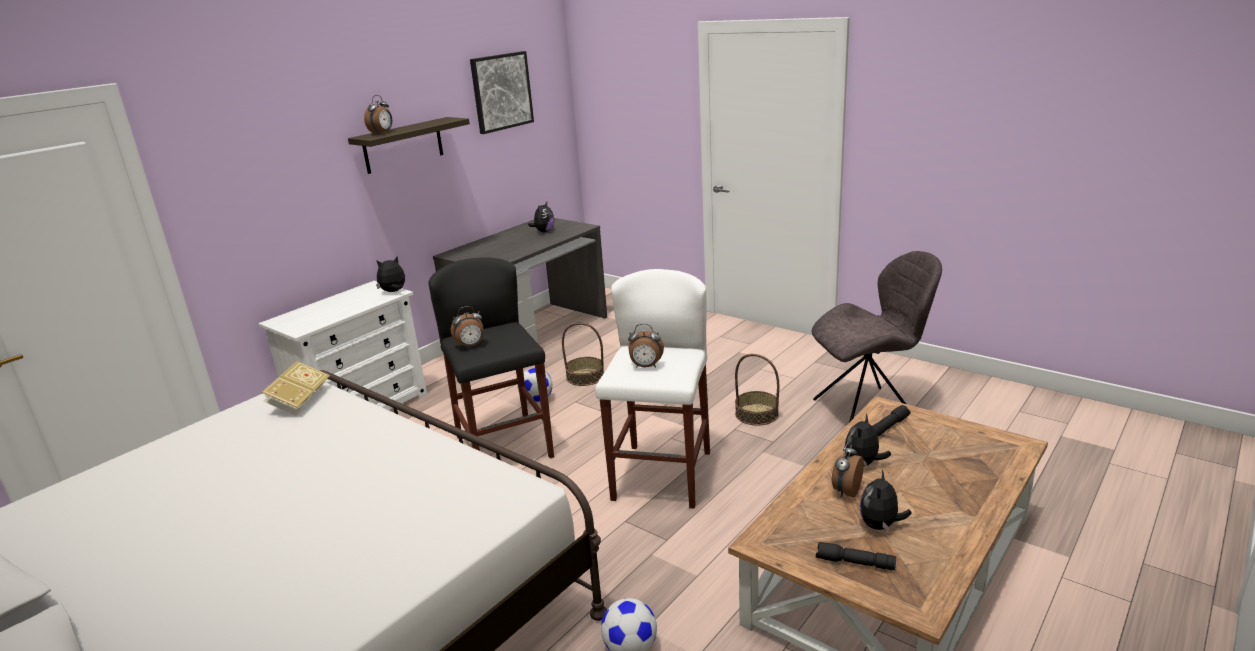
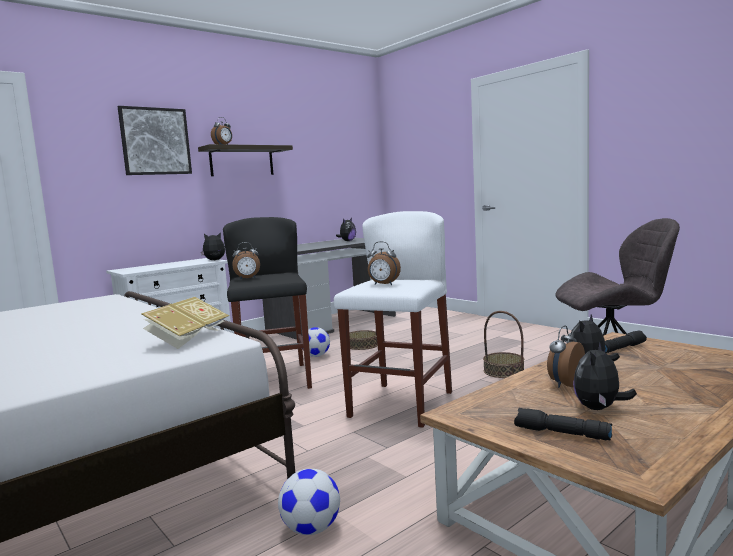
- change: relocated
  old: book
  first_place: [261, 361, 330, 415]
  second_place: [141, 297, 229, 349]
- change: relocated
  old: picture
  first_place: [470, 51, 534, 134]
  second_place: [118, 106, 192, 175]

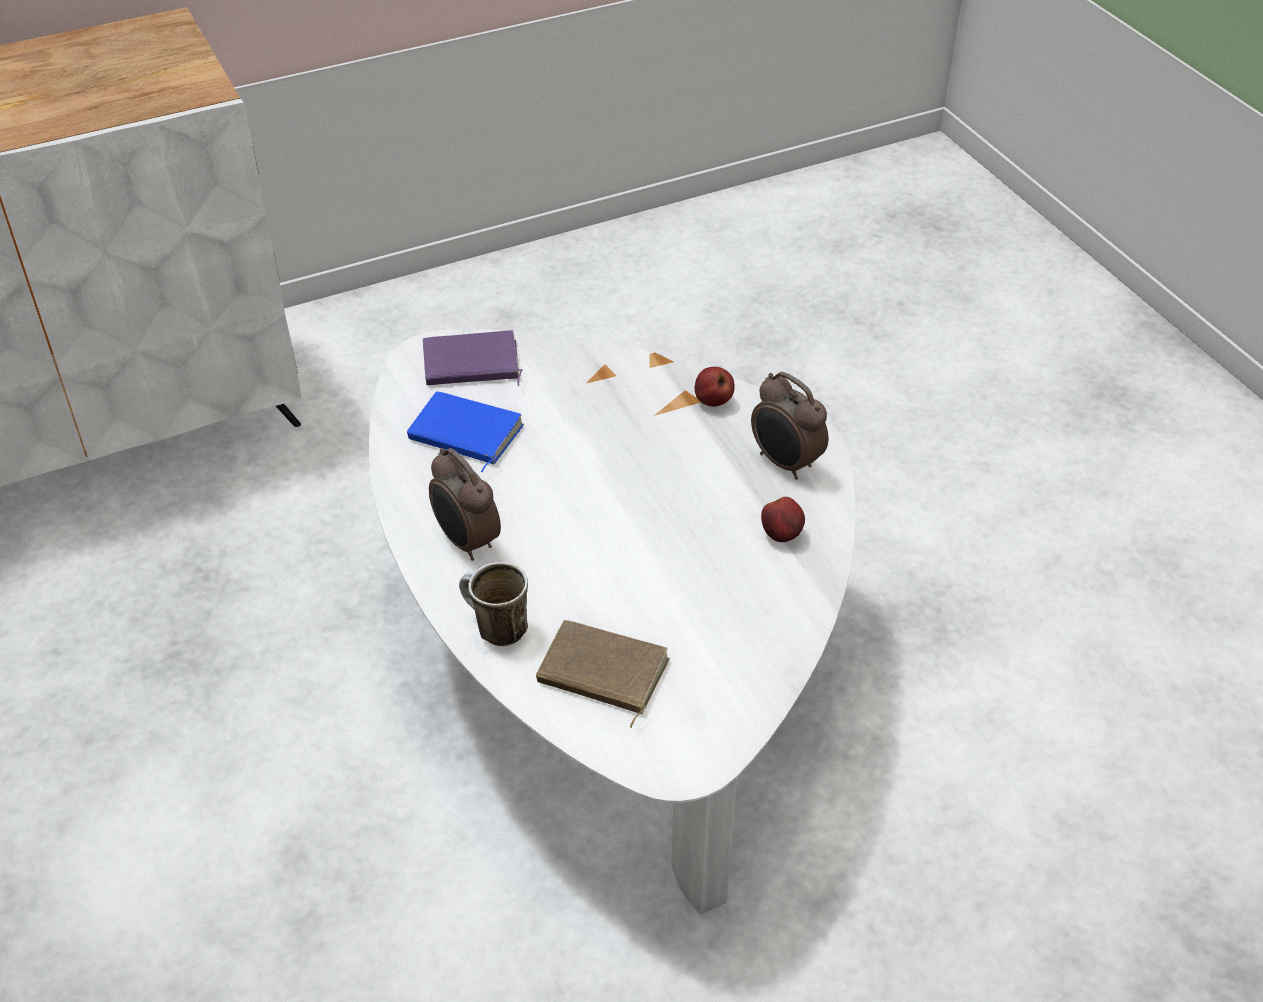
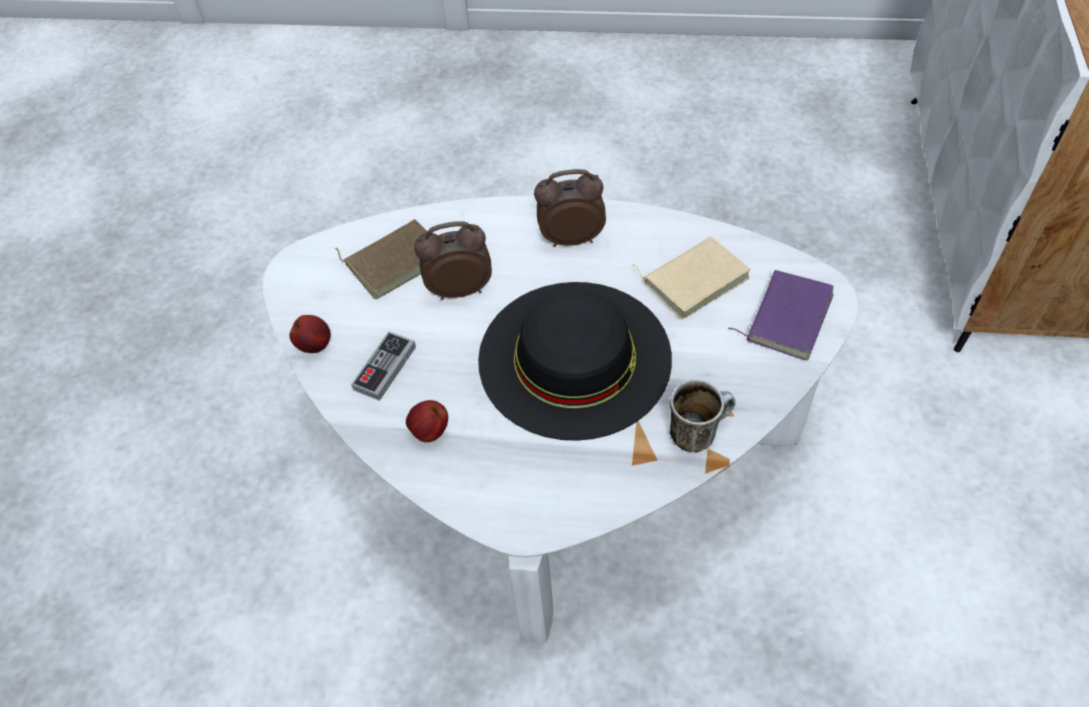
- change: colour
  old: blue_book
  new: beige_book
  first_place: [407, 392, 524, 472]
  second_place: [633, 237, 750, 319]
- change: relocated
  old: mug
  first_place: [459, 562, 528, 646]
  second_place: [670, 379, 735, 452]
- change: relocated
  old: apple
  first_place: [695, 367, 735, 407]
  second_place: [289, 315, 331, 353]
- change: relocated
  old: alarm_clock
  first_place: [751, 372, 828, 480]
  second_place: [414, 221, 492, 300]
- change: appeared
  new: game_controller
  second_place: [351, 331, 416, 401]
- change: appeared
  new: black_hat
  second_place: [478, 282, 672, 441]

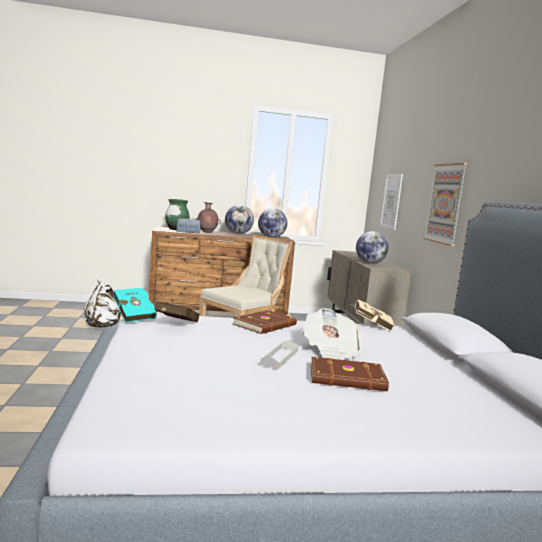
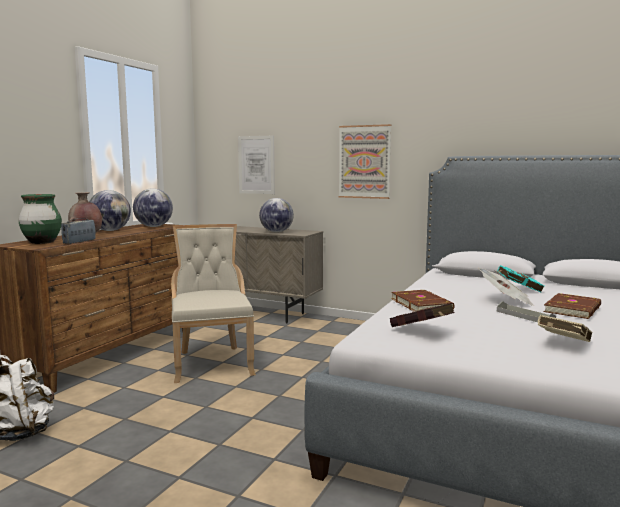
- change: relocated
  old: turquoise_book
  first_place: [113, 288, 157, 323]
  second_place: [495, 265, 545, 292]
- change: relocated
  old: beige_book
  first_place: [351, 299, 394, 331]
  second_place: [538, 315, 592, 342]

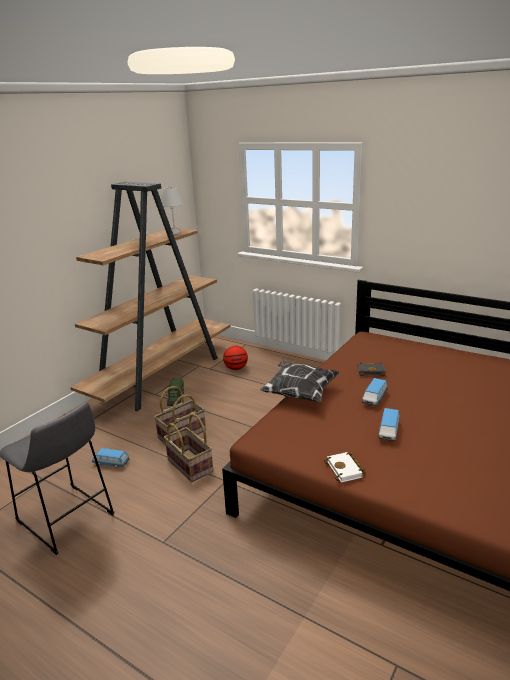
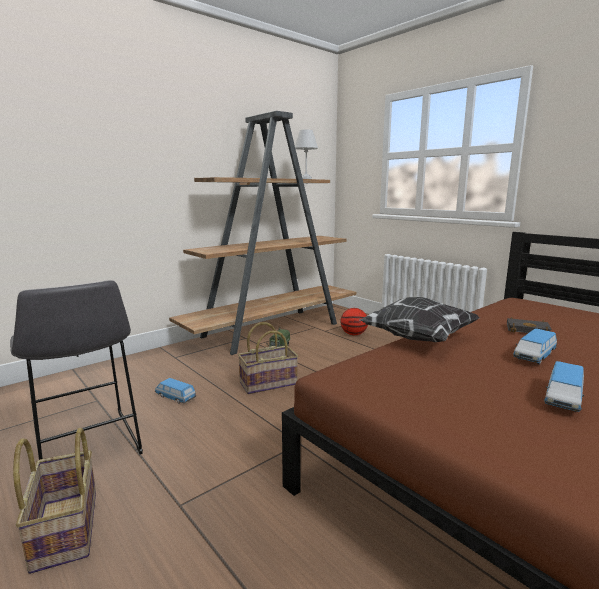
- change: relocated
  old: basket
  first_place: [164, 414, 213, 482]
  second_place: [13, 428, 96, 574]
- change: missing
  old: white_book
  first_place: [324, 452, 366, 483]

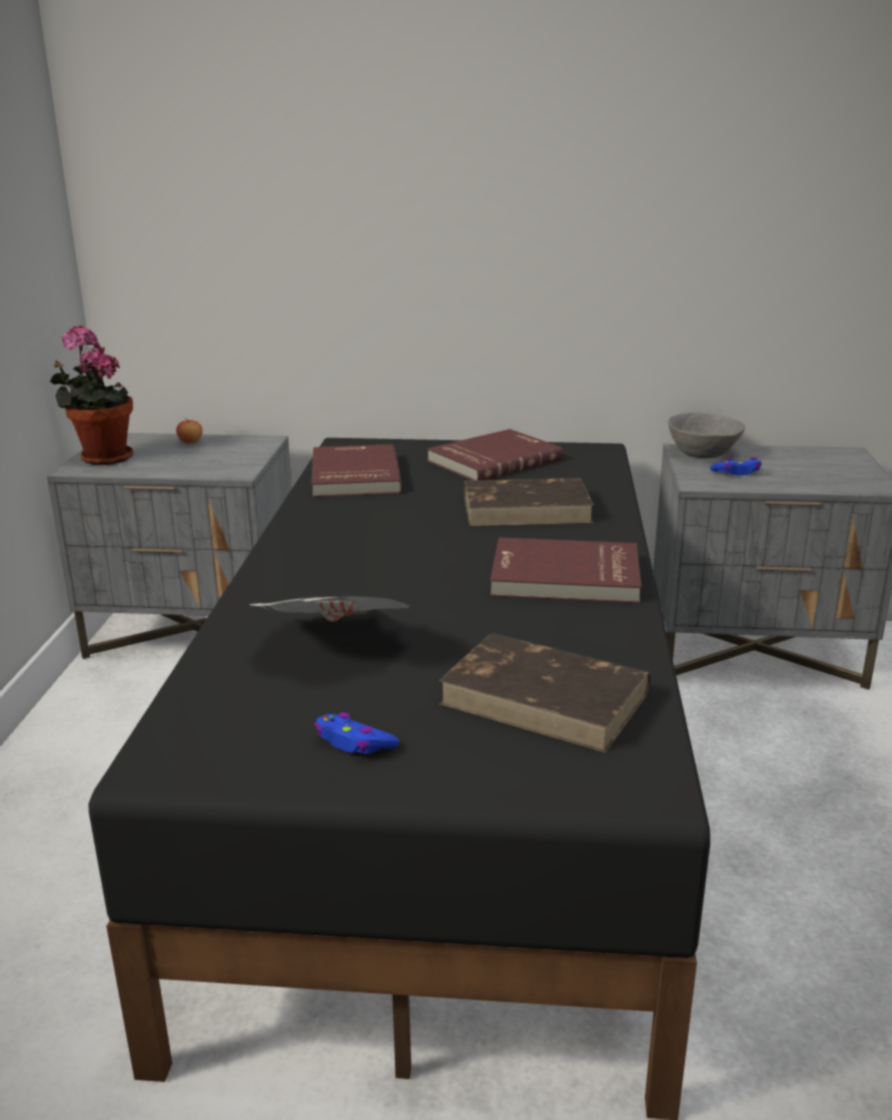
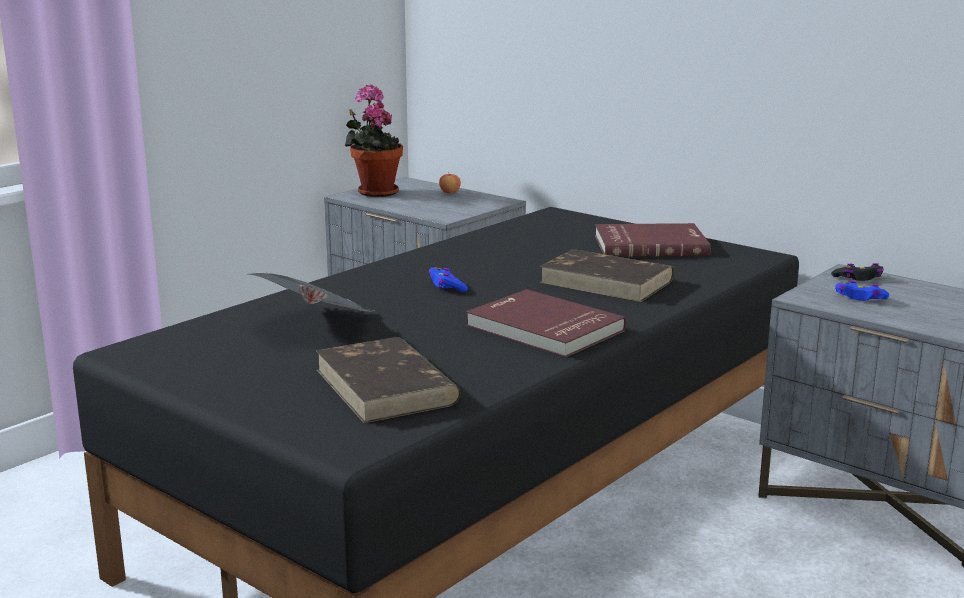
- change: missing
  old: red_book
  first_place: [312, 444, 402, 497]
- change: relocated
  old: blue_game_controller
  first_place: [314, 712, 399, 754]
  second_place: [429, 267, 468, 292]
- change: exchanged
  old: grey_bowl
  new: black_game_controller
  first_place: [668, 412, 745, 459]
  second_place: [831, 263, 884, 281]

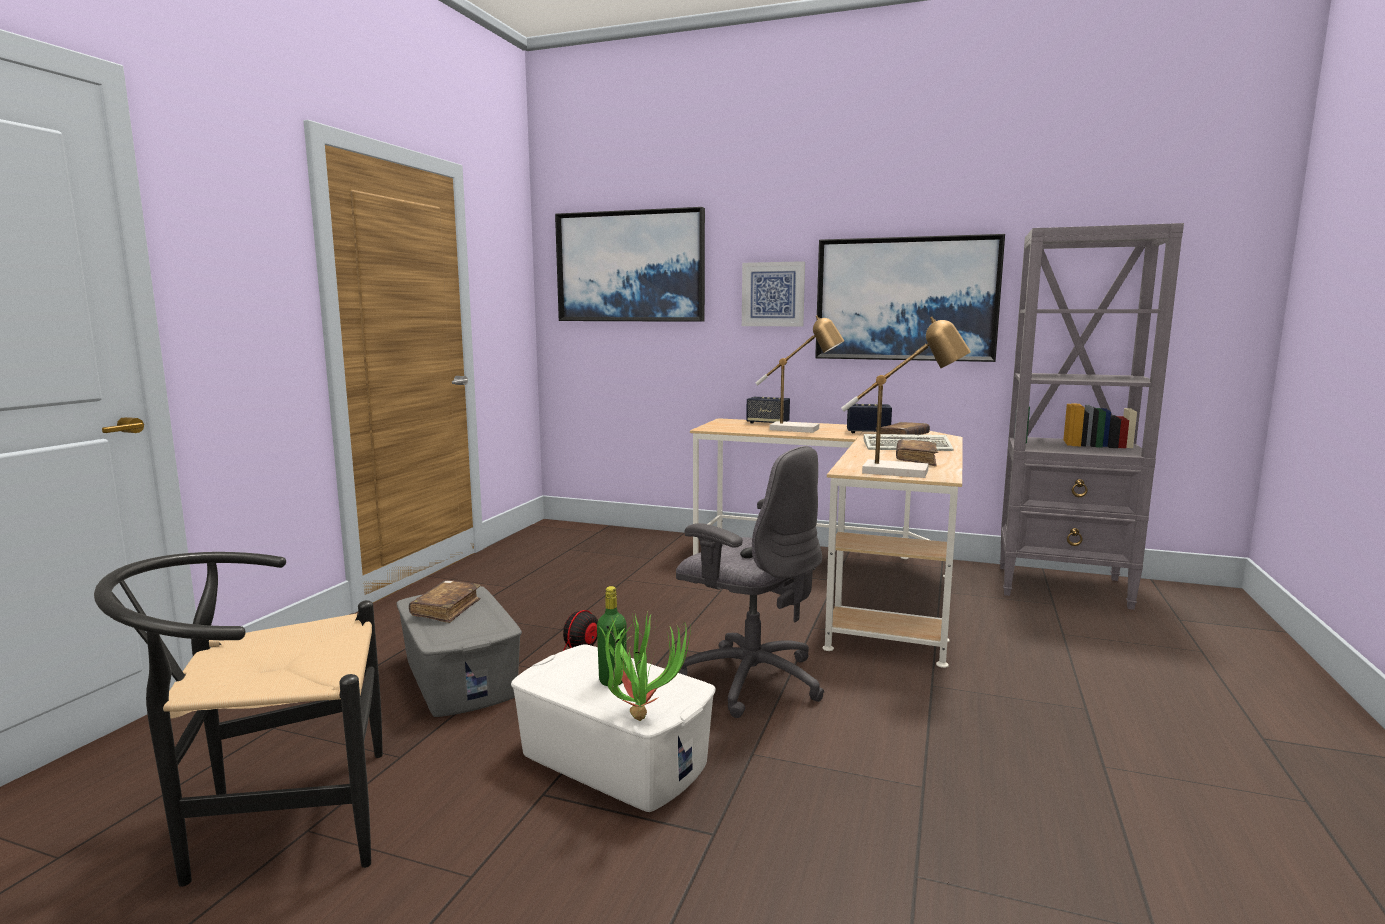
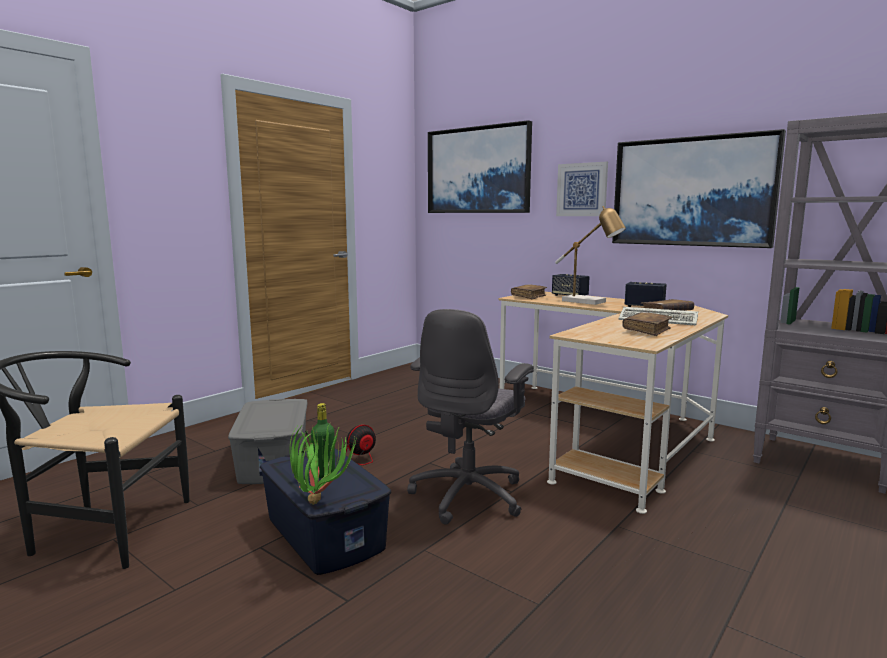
- change: relocated
  old: brown_book
  first_place: [409, 580, 481, 623]
  second_place: [511, 284, 547, 299]
- change: colour
  old: white_storage_box
  new: blue_storage_box
  first_place: [511, 645, 716, 812]
  second_place: [260, 448, 391, 575]
- change: spun
  old: grey_office_chair
  first_place: [676, 446, 824, 718]
  second_place: [407, 309, 534, 525]
  degrees: 60
- change: missing
  old: table_lamp
  first_place: [841, 317, 971, 478]

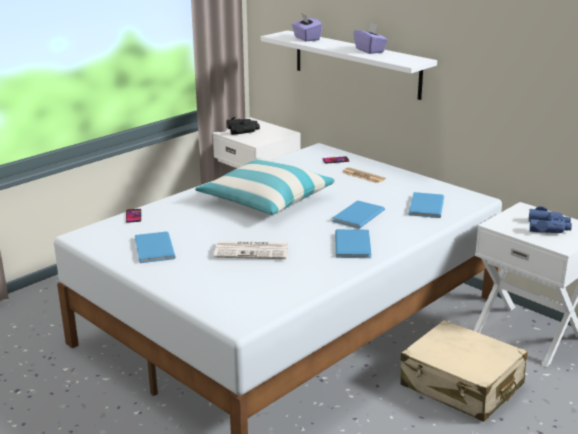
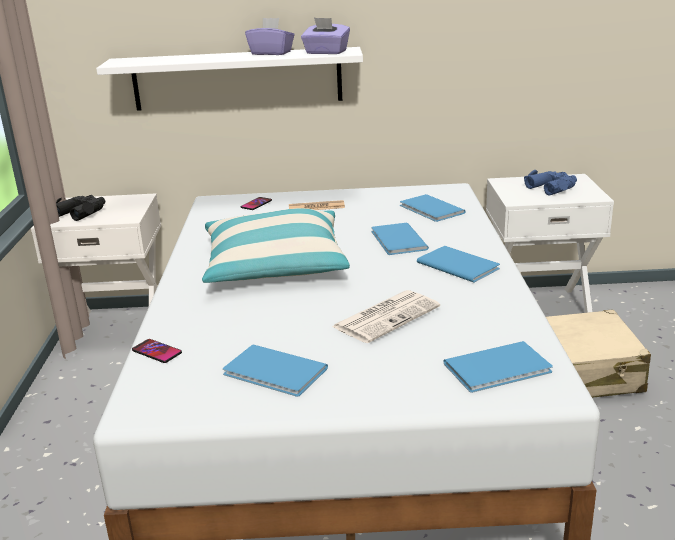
- change: relocated
  old: purple_tissue_box
  first_place: [292, 13, 322, 41]
  second_place: [301, 18, 350, 54]
- change: appeared
  new: blue_book
  second_place: [443, 341, 553, 393]

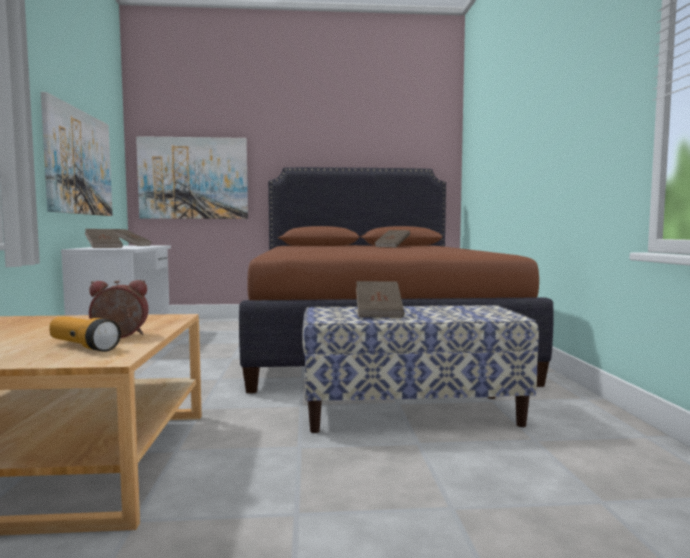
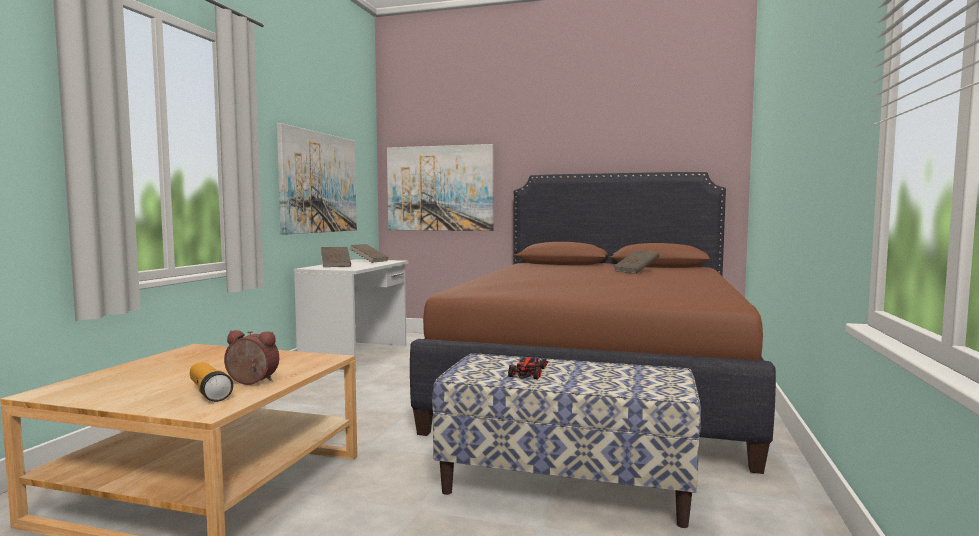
- change: exchanged
  old: brown_book
  new: toy_car
  first_place: [356, 281, 404, 317]
  second_place: [508, 357, 548, 379]

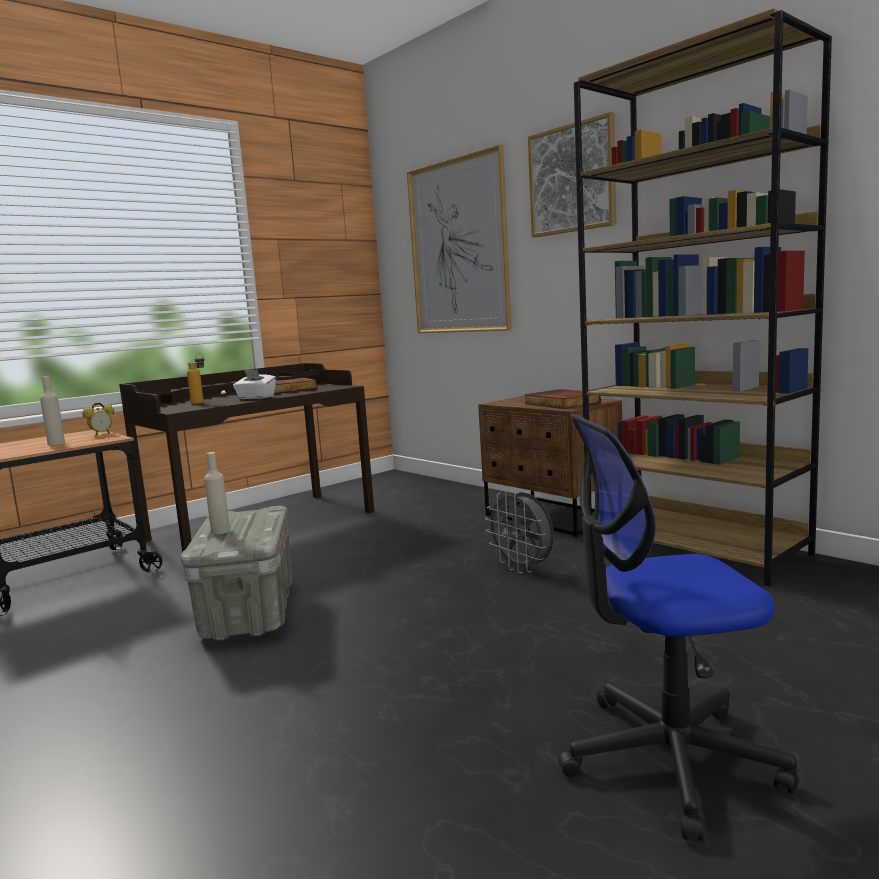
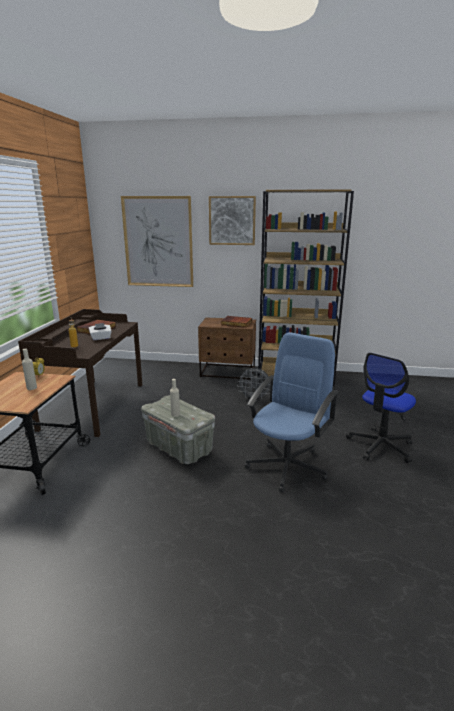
- change: appeared
  new: blue_office_chair
  second_place: [245, 332, 339, 492]

